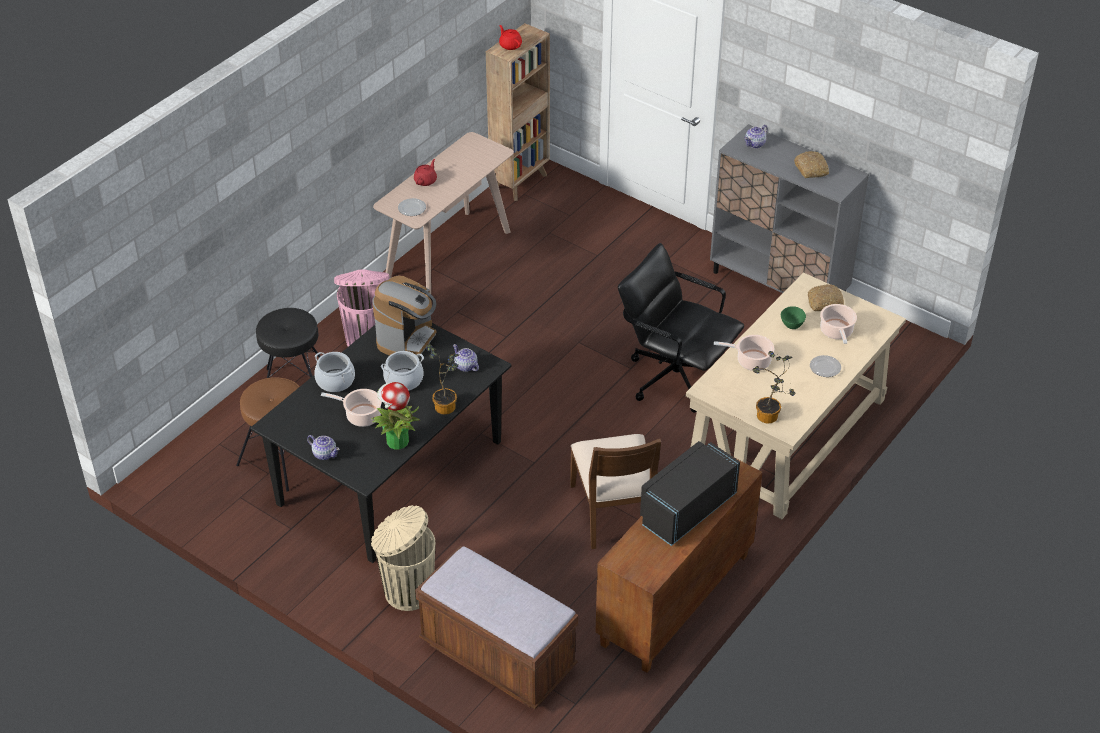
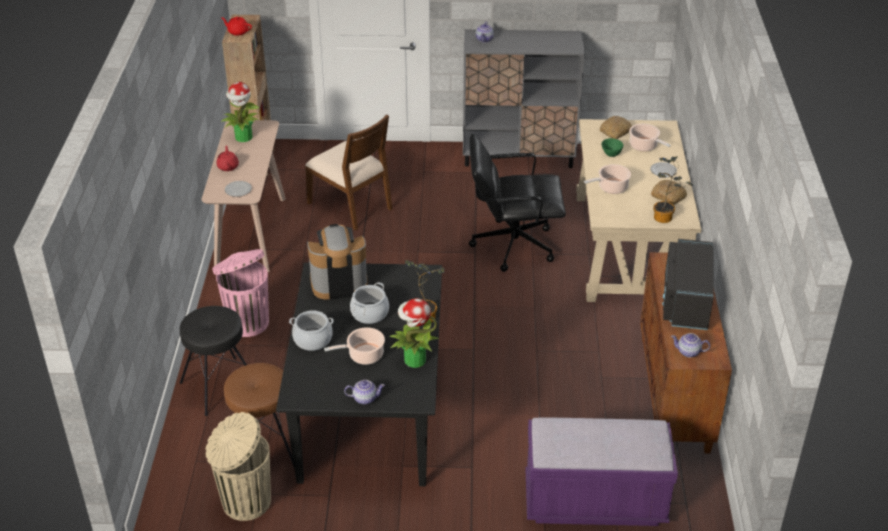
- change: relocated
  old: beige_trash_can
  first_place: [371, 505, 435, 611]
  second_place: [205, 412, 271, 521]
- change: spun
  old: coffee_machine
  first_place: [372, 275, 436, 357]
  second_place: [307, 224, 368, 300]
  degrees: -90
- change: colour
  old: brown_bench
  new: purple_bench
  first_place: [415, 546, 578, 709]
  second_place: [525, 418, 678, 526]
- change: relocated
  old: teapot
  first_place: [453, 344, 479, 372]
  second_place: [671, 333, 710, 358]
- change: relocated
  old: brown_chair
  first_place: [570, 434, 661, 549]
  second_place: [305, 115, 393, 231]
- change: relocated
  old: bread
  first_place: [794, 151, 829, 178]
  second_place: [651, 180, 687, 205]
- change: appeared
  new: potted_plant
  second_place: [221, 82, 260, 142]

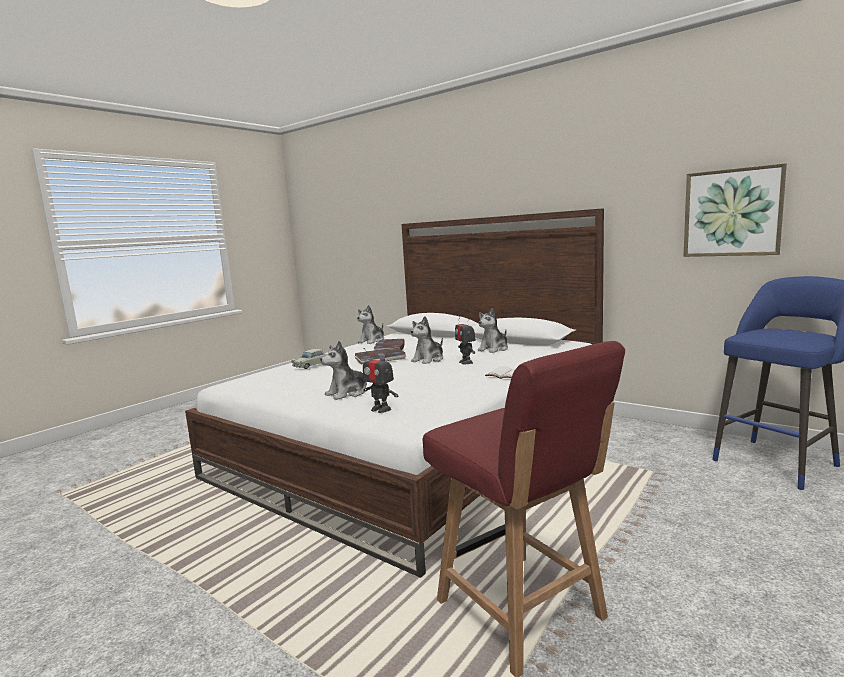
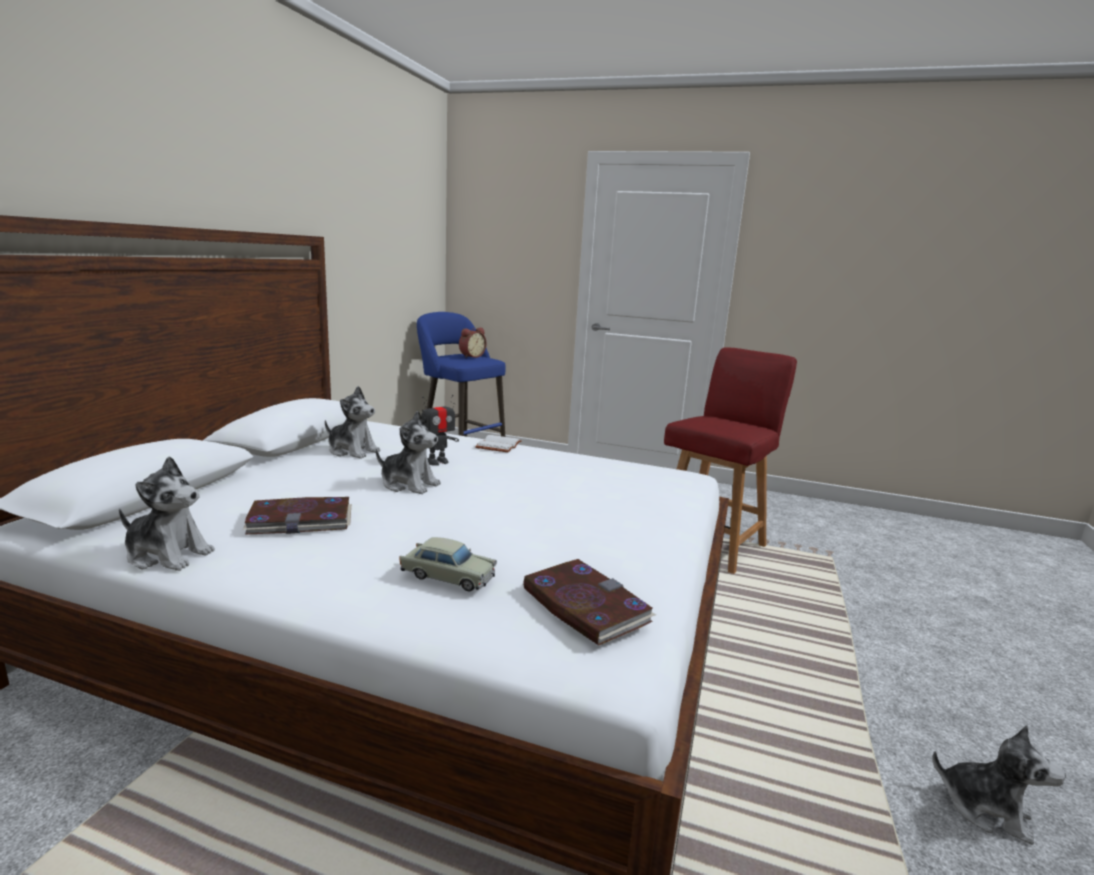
- change: relocated
  old: plush_toy
  first_place: [320, 341, 367, 400]
  second_place: [933, 725, 1066, 845]
- change: relocated
  old: book
  first_place: [355, 348, 407, 364]
  second_place: [523, 559, 656, 645]
- change: missing
  old: toy_robot
  first_place: [363, 348, 399, 413]
- change: missing
  old: picture
  first_place: [684, 163, 787, 257]
- change: appeared
  new: alarm_clock
  second_place: [459, 328, 487, 358]

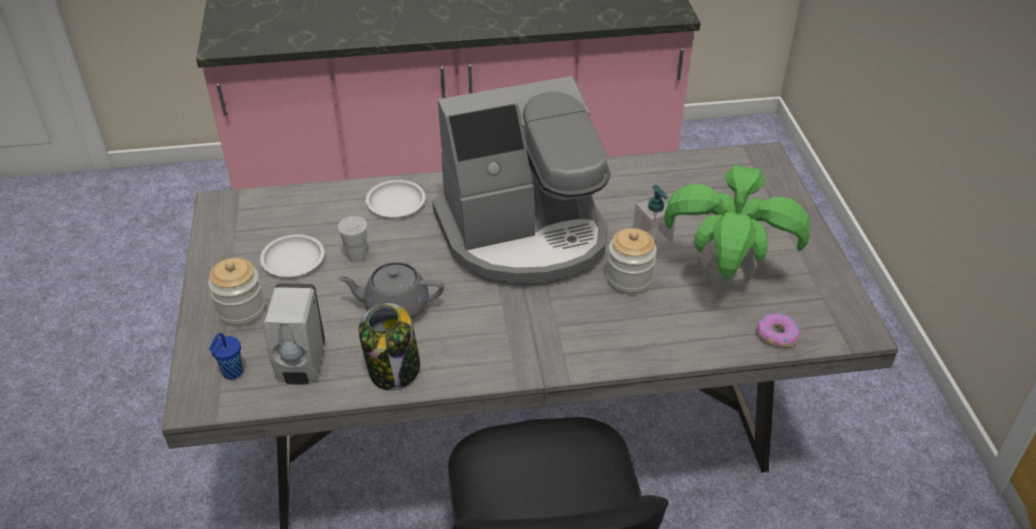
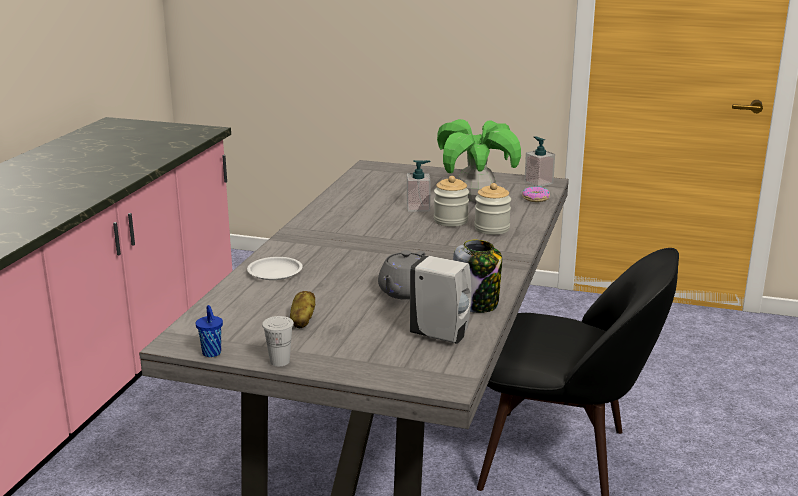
- change: relocated
  old: jar
  first_place: [208, 258, 265, 327]
  second_place: [474, 183, 511, 235]
- change: relocated
  old: blue_cup
  first_place: [209, 333, 243, 380]
  second_place: [196, 305, 223, 357]
- change: exchanged
  old: white_plate
  new: potato
  first_place: [260, 234, 324, 277]
  second_place: [290, 291, 315, 329]
- change: relocated
  old: white_cup
  first_place: [338, 216, 368, 263]
  second_place: [262, 316, 294, 366]
- change: missing
  old: coffee_machine
  first_place: [432, 76, 611, 286]
- change: appeared
  new: soap_dispenser
  second_place: [524, 136, 555, 187]

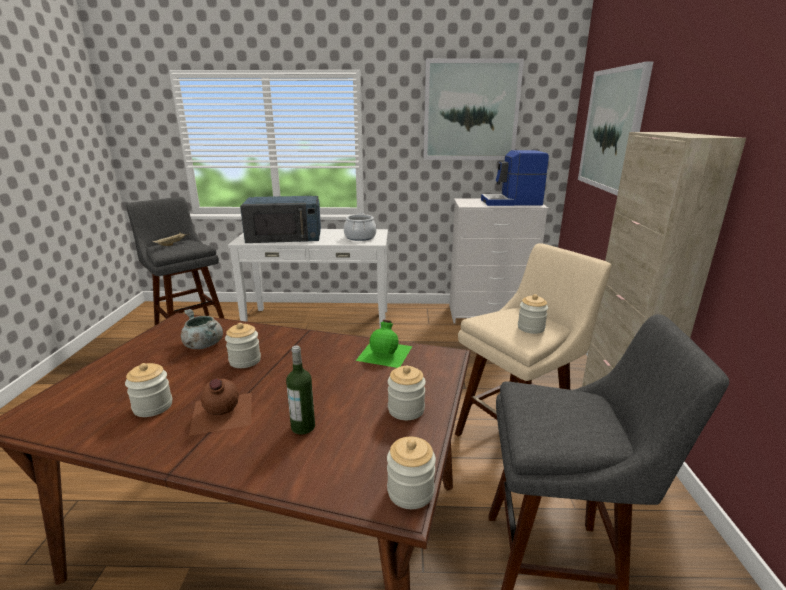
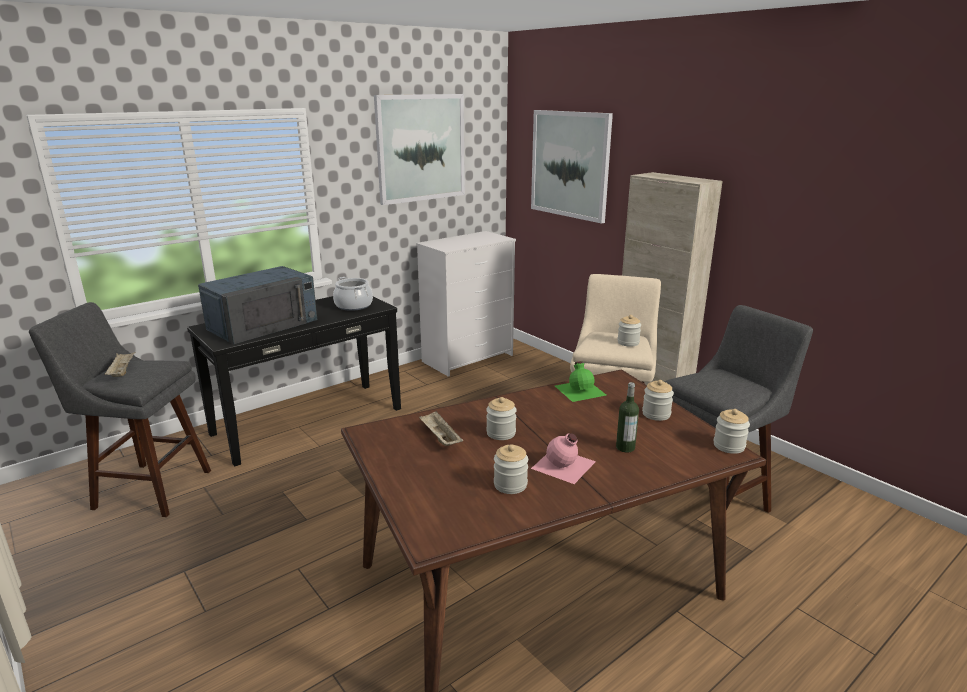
- change: exchanged
  old: grey_cooking_pot
  new: beige_tray
  first_place: [181, 309, 223, 349]
  second_place: [419, 411, 463, 446]
- change: colour
  old: brown_bottle
  new: pink_bottle
  first_place: [189, 378, 251, 436]
  second_place: [531, 433, 596, 484]
- change: colour
  old: white_console_table
  new: black_console_table
  first_place: [228, 229, 388, 328]
  second_place: [187, 296, 401, 466]
- change: missing
  old: coffee_machine
  first_place: [481, 150, 549, 206]

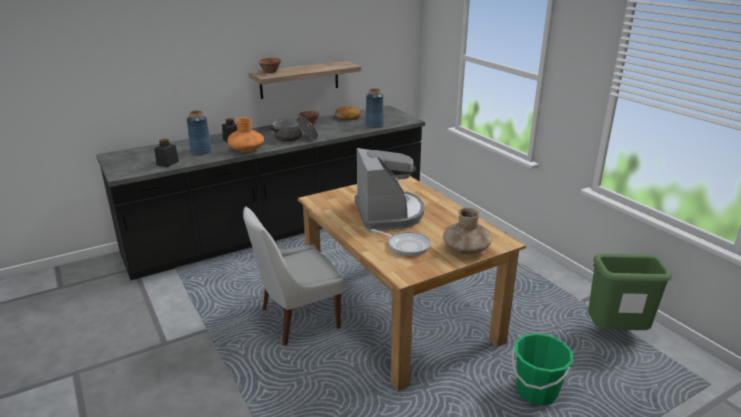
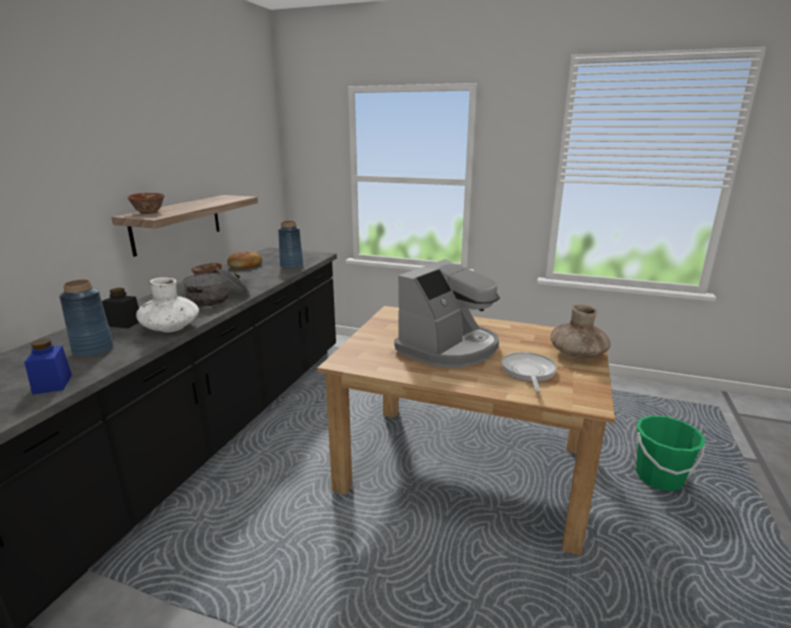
- change: colour
  old: black_jar
  new: blue_jar
  first_place: [154, 139, 179, 167]
  second_place: [24, 339, 72, 395]
- change: colour
  old: orange_vase
  new: white_vase
  first_place: [227, 117, 264, 152]
  second_place: [136, 277, 199, 332]
- change: missing
  old: white_chair
  first_place: [243, 207, 344, 346]
- change: spun
  old: coffee_machine
  first_place: [355, 148, 424, 231]
  second_place: [395, 259, 500, 368]
  degrees: 90
- change: spun
  old: frying_pan
  first_place: [371, 229, 431, 256]
  second_place: [501, 352, 557, 392]
  degrees: -75
- change: missing
  old: green_trash_can
  first_place: [588, 254, 672, 330]

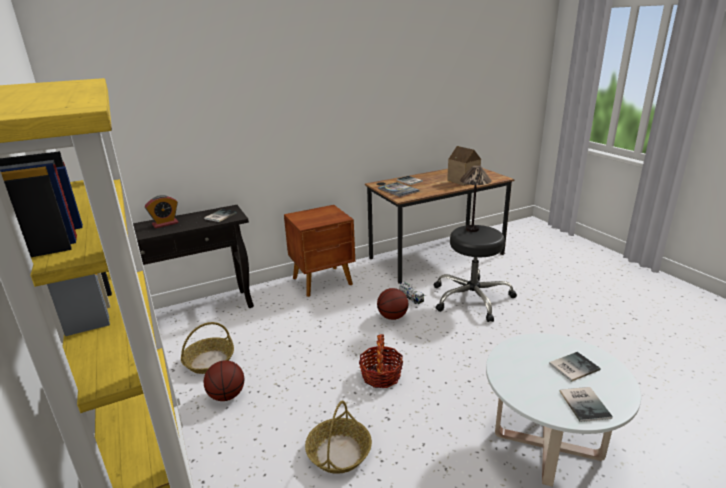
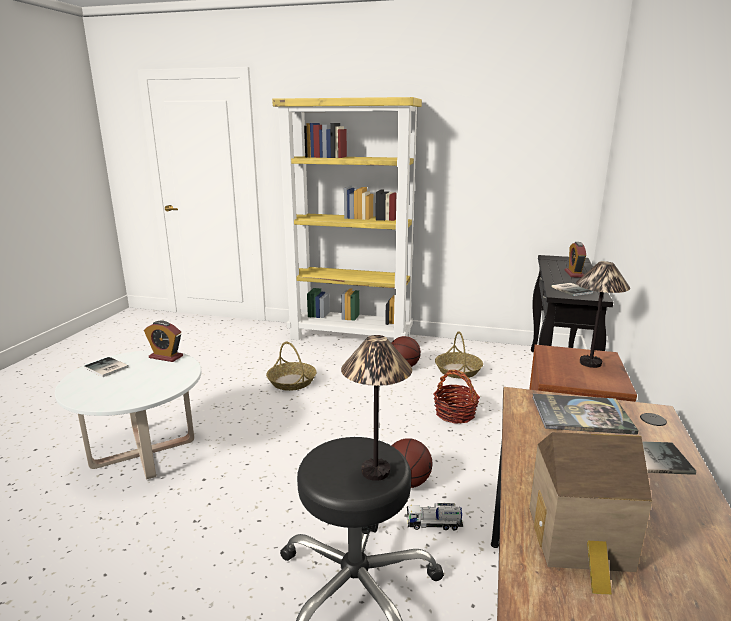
- change: relocated
  old: basket
  first_place: [359, 334, 403, 388]
  second_place: [433, 370, 480, 424]
- change: missing
  old: book
  first_place: [549, 352, 601, 382]
- change: appeared
  new: alarm_clock
  second_place: [144, 321, 183, 362]
- change: appeared
  new: table_lamp
  second_place: [576, 261, 630, 368]

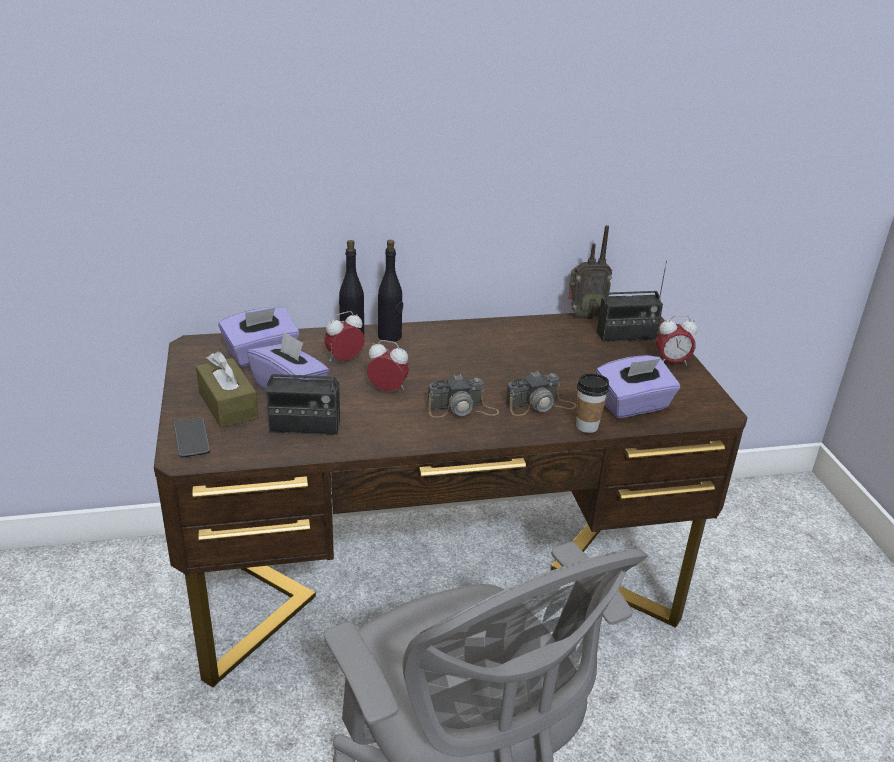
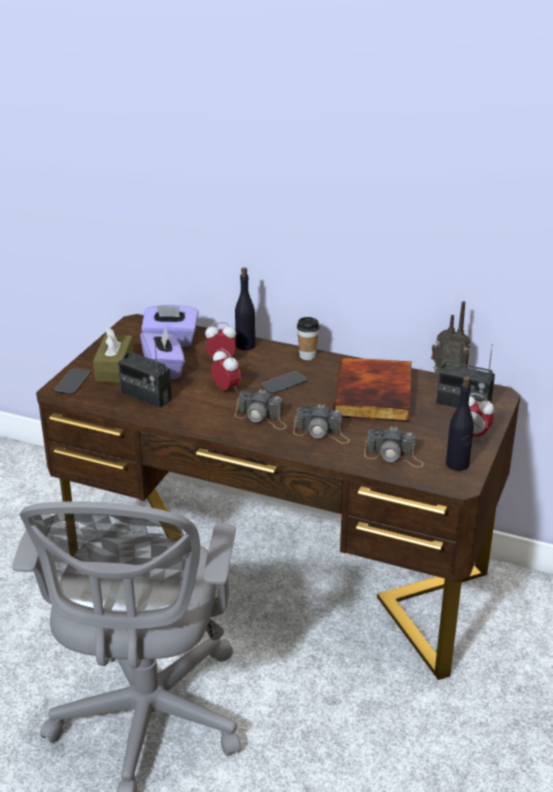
- change: relocated
  old: black_bottle
  first_place: [378, 240, 403, 342]
  second_place: [446, 376, 474, 471]
- change: relocated
  old: cup
  first_place: [576, 374, 609, 433]
  second_place: [297, 317, 319, 360]
- change: exchanged
  old: purple_tissue_box
  new: photo_camera
  first_place: [596, 355, 680, 418]
  second_place: [364, 426, 424, 467]
- change: appeared
  new: phone
  second_place: [261, 371, 307, 394]
- change: appeared
  new: book
  second_place: [333, 357, 412, 422]

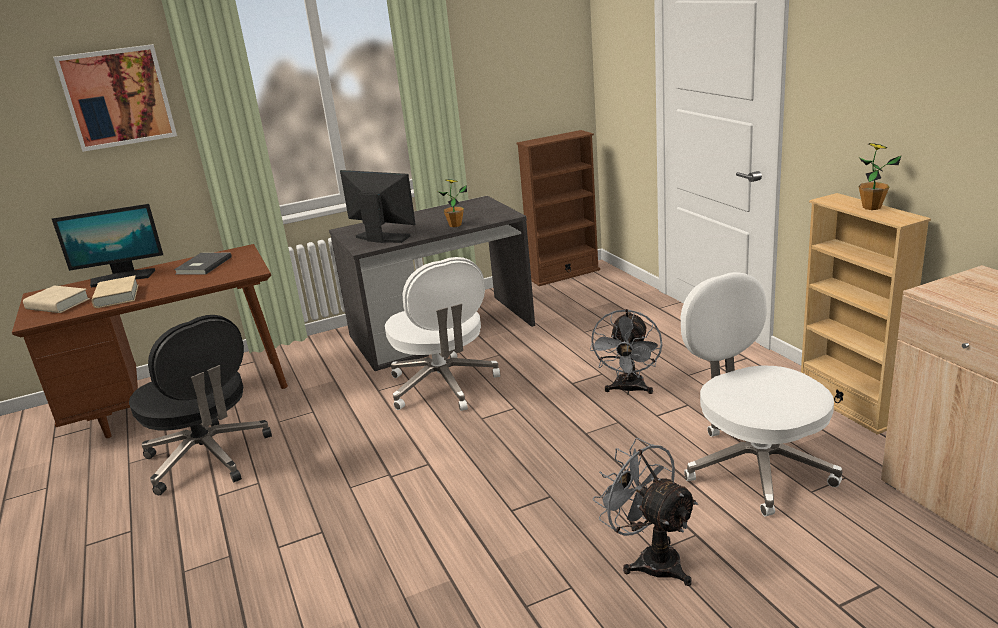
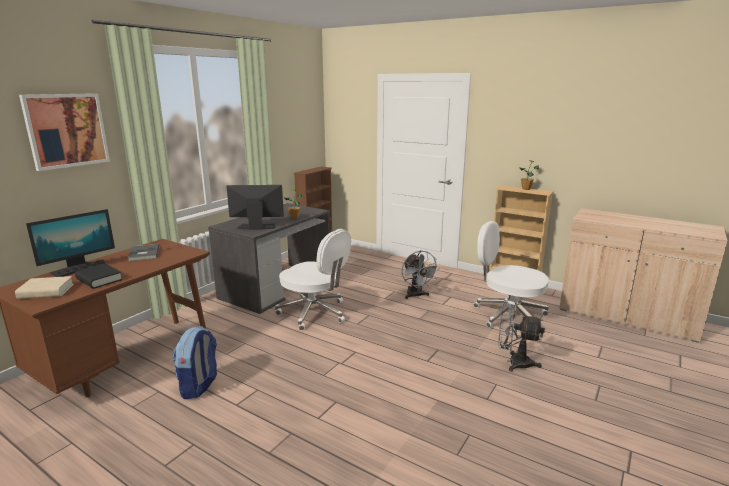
- change: colour
  old: beige_book
  new: black_book
  first_place: [91, 275, 139, 308]
  second_place: [75, 263, 123, 289]
- change: exchanged
  old: black_office_chair
  new: backpack
  first_place: [129, 315, 272, 495]
  second_place: [172, 326, 217, 399]

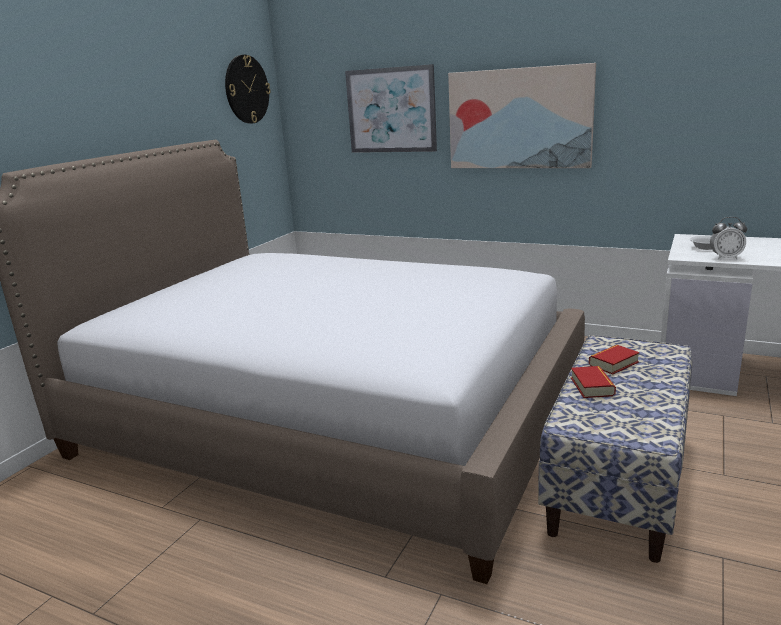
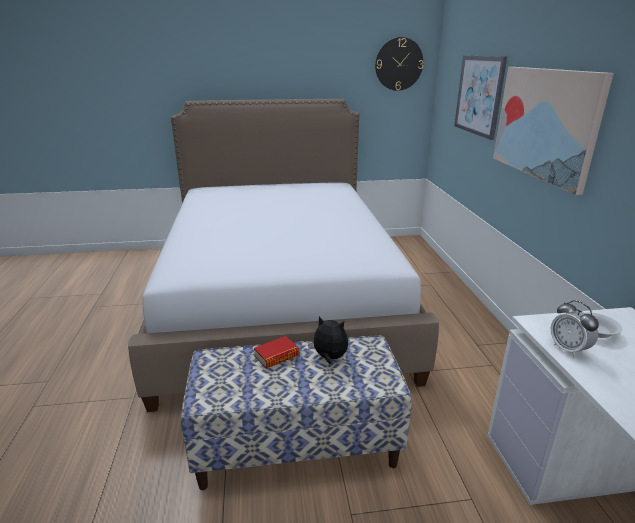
- change: exchanged
  old: book
  new: plush_toy
  first_place: [589, 345, 640, 374]
  second_place: [308, 316, 348, 364]

